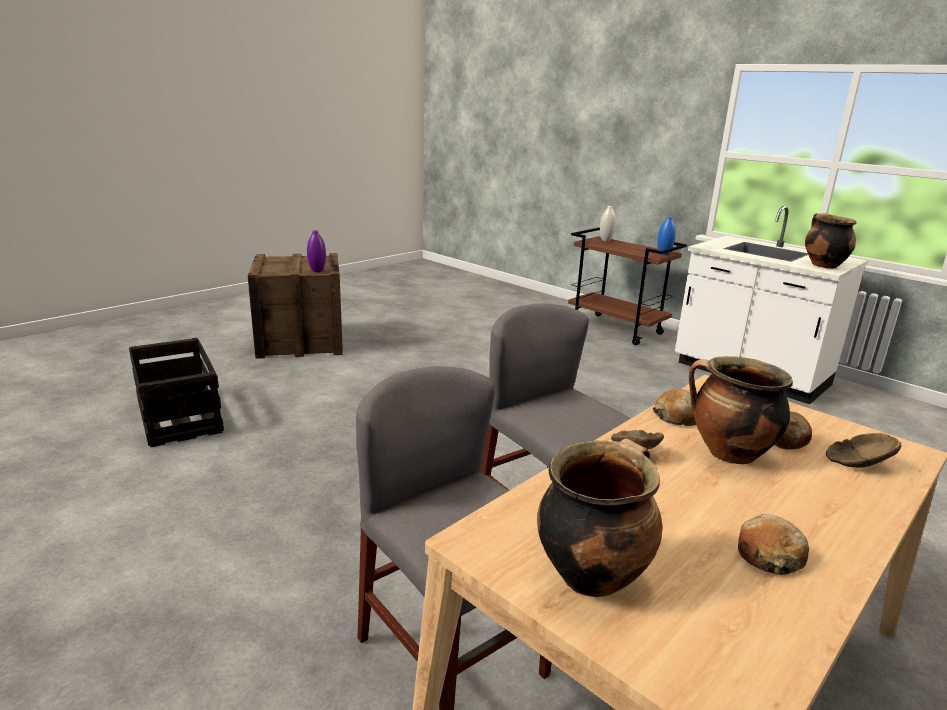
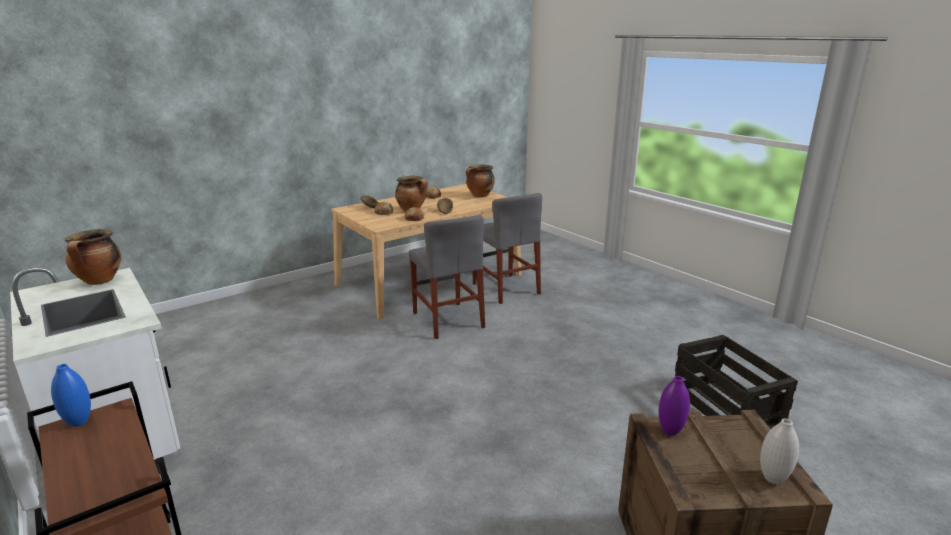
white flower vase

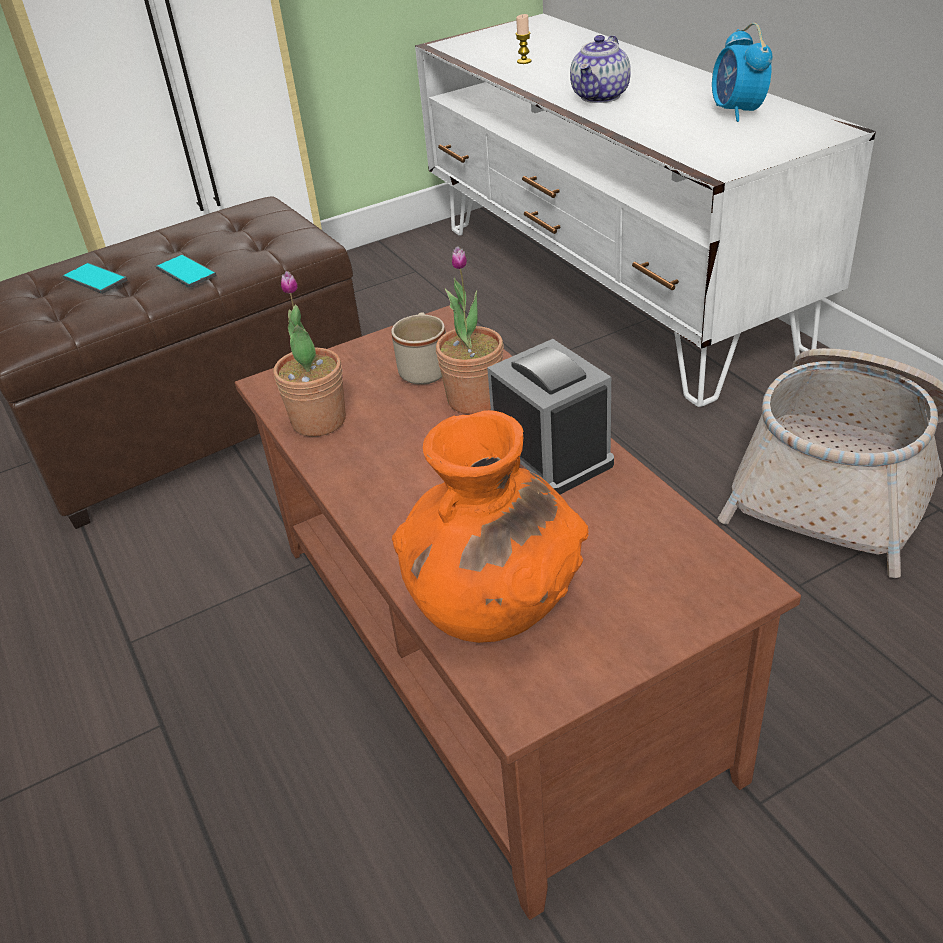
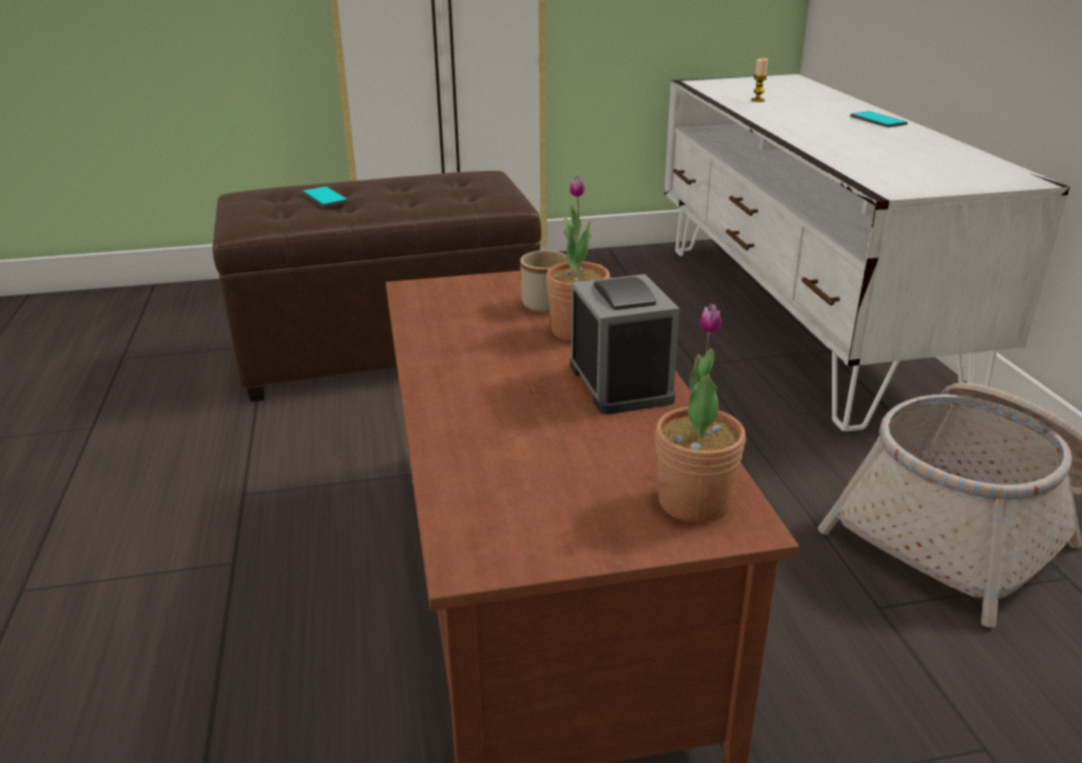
bedside clock (2nd from left in the first image); teapot; handset (2nd from left); potted plant (2nd from left); orange flower vase

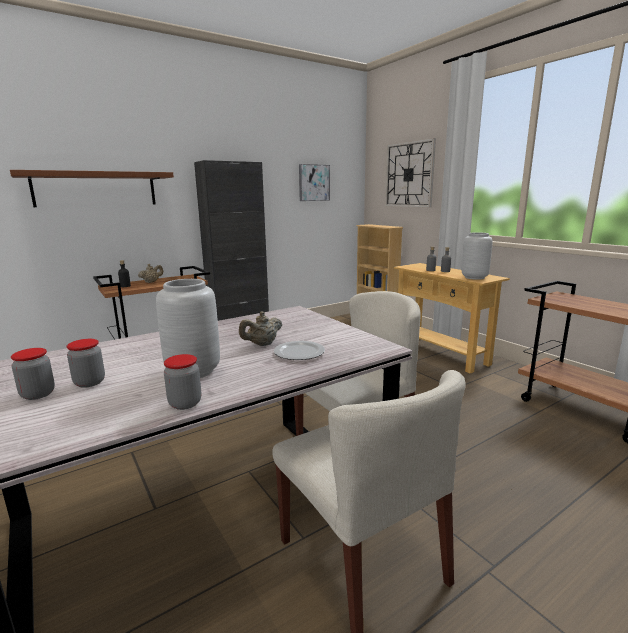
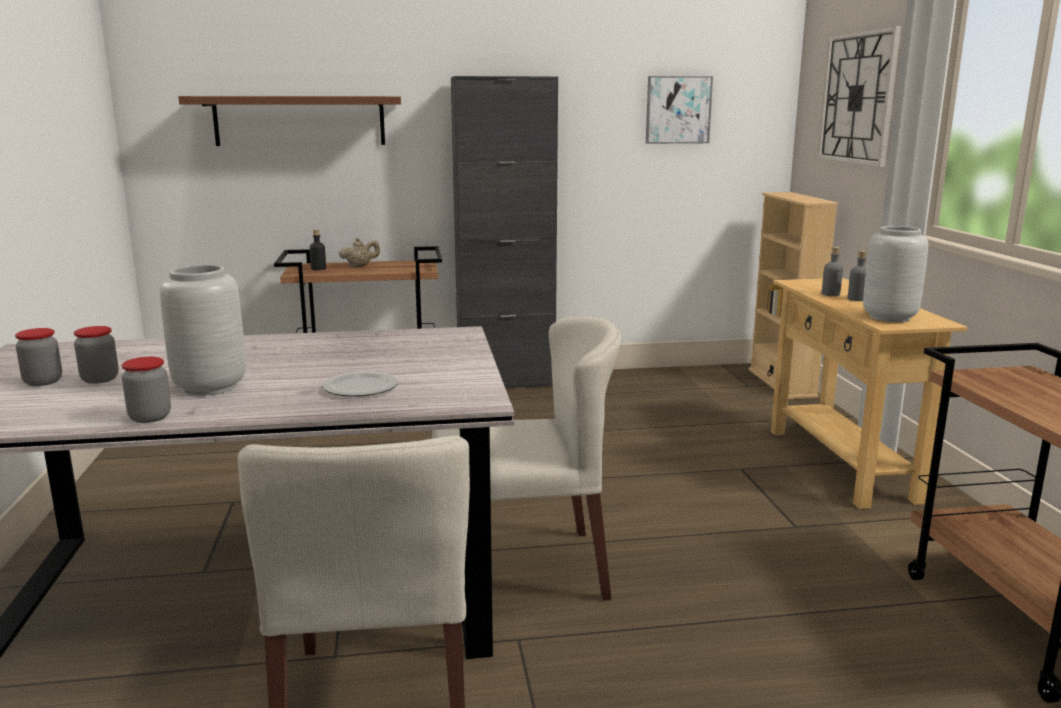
beige-coloured teapot (2nd from left in the first image)

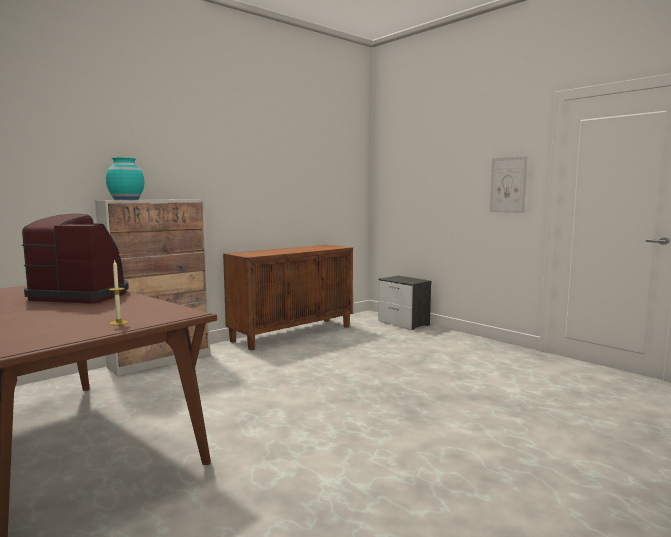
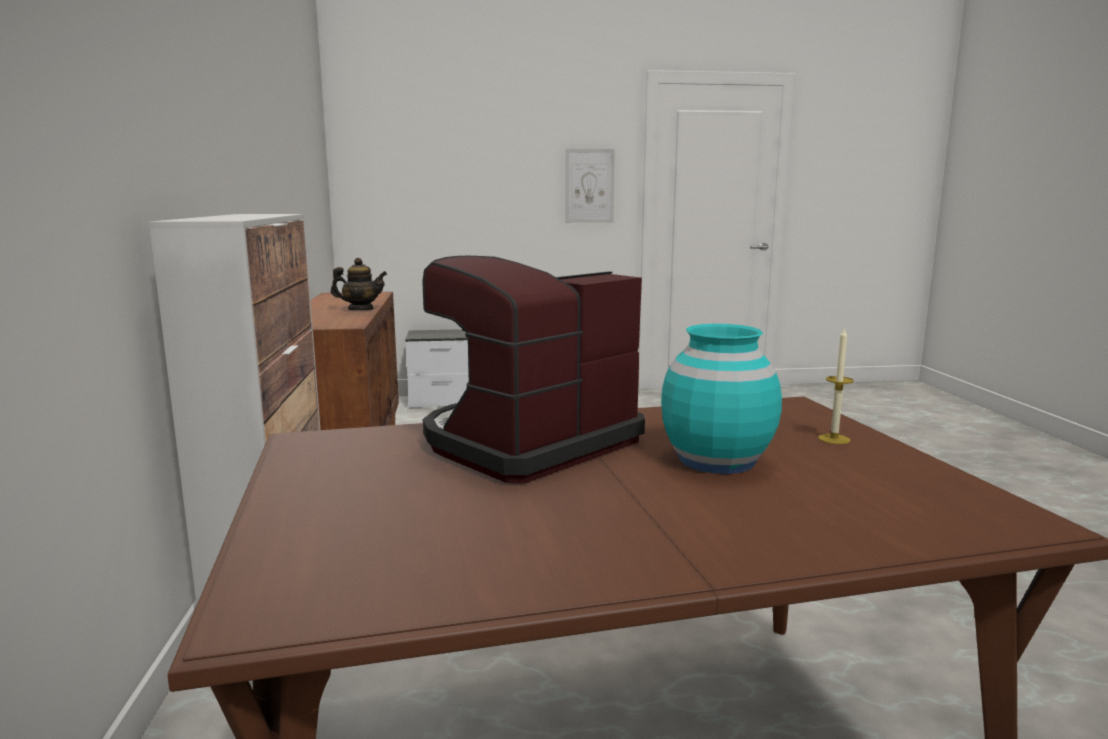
turquoise-coloured flower vase; teapot

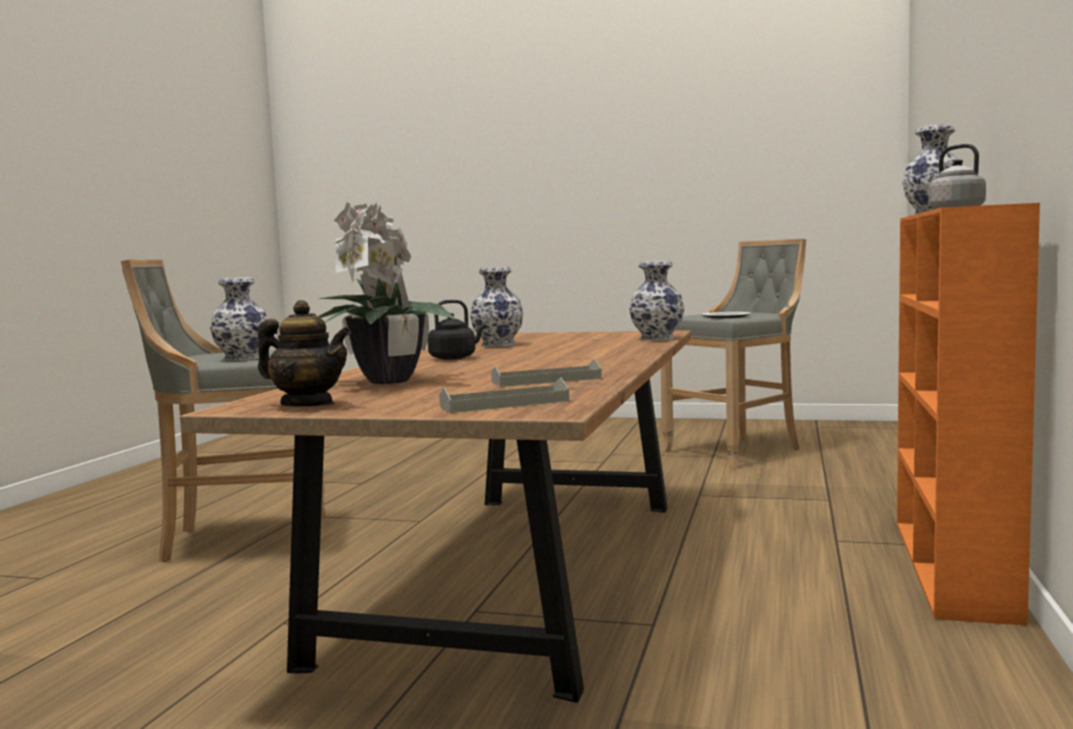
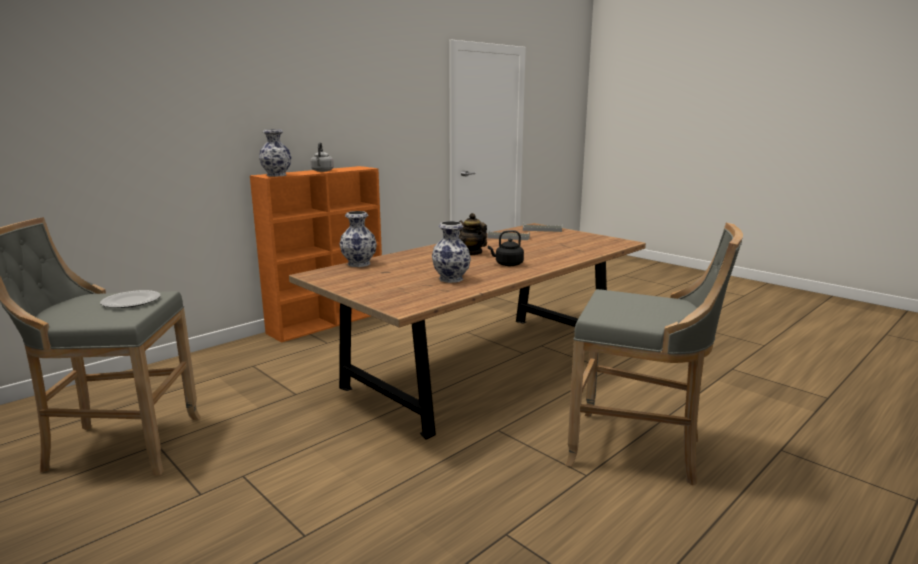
potted plant; flower vase (1st from left in the first image); teapot

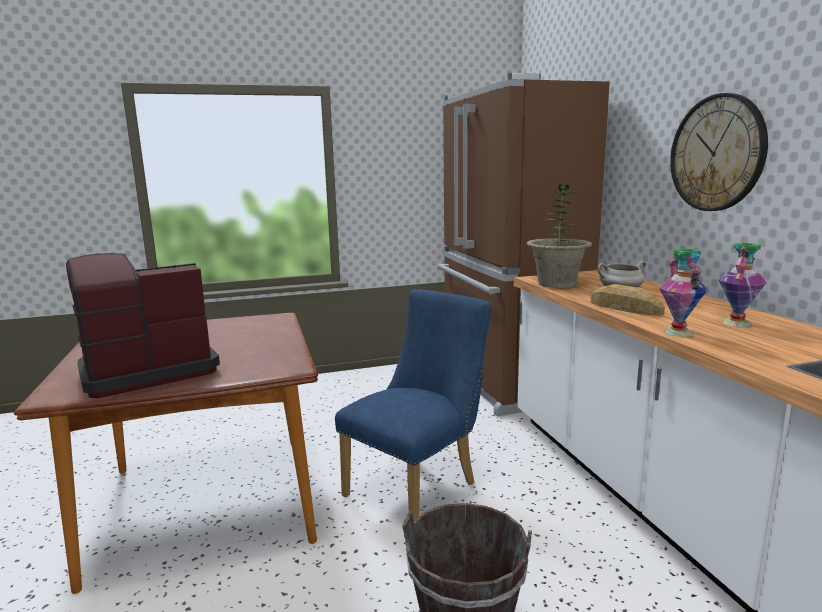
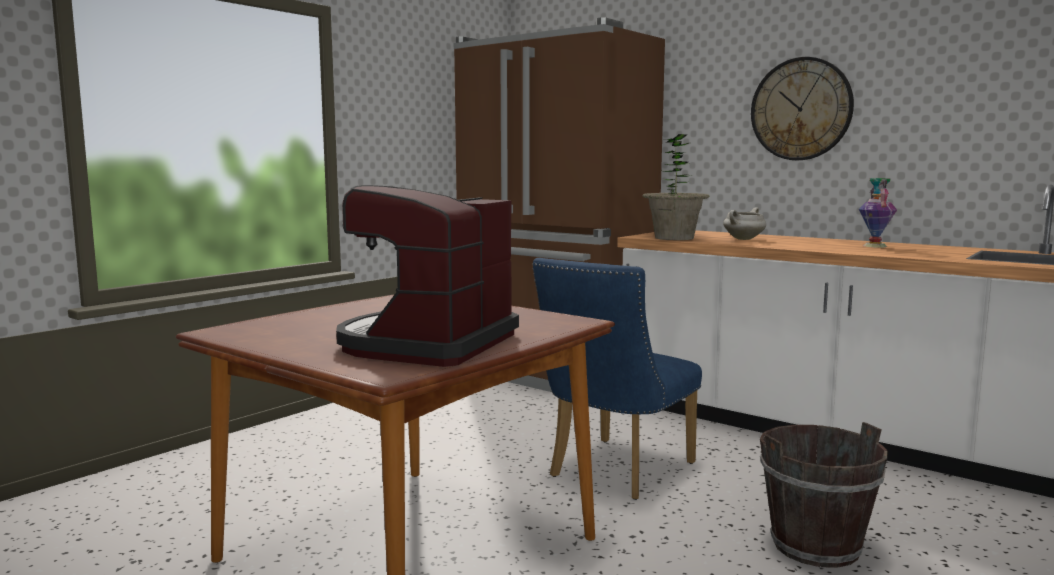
flower vase (1st from left in the first image); bakery bread; bluish chair

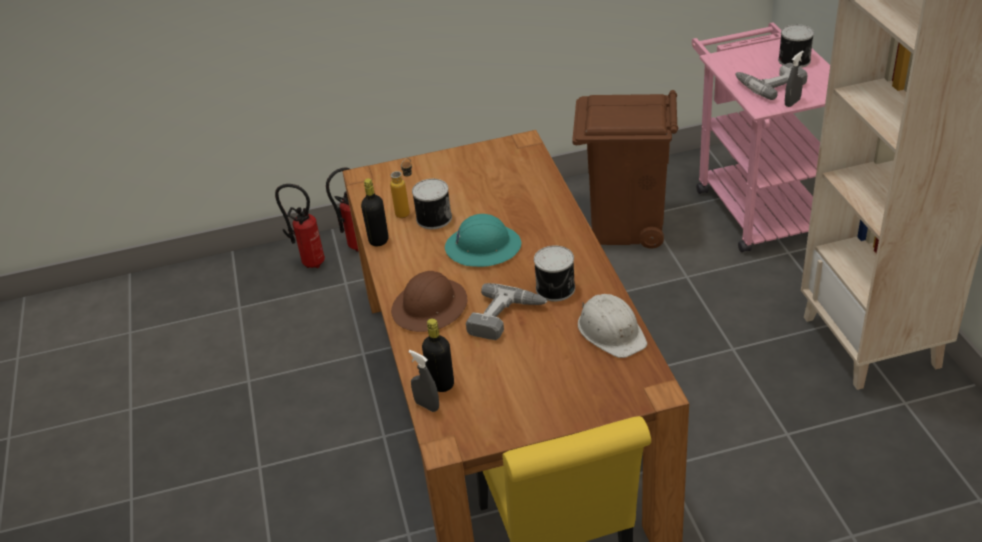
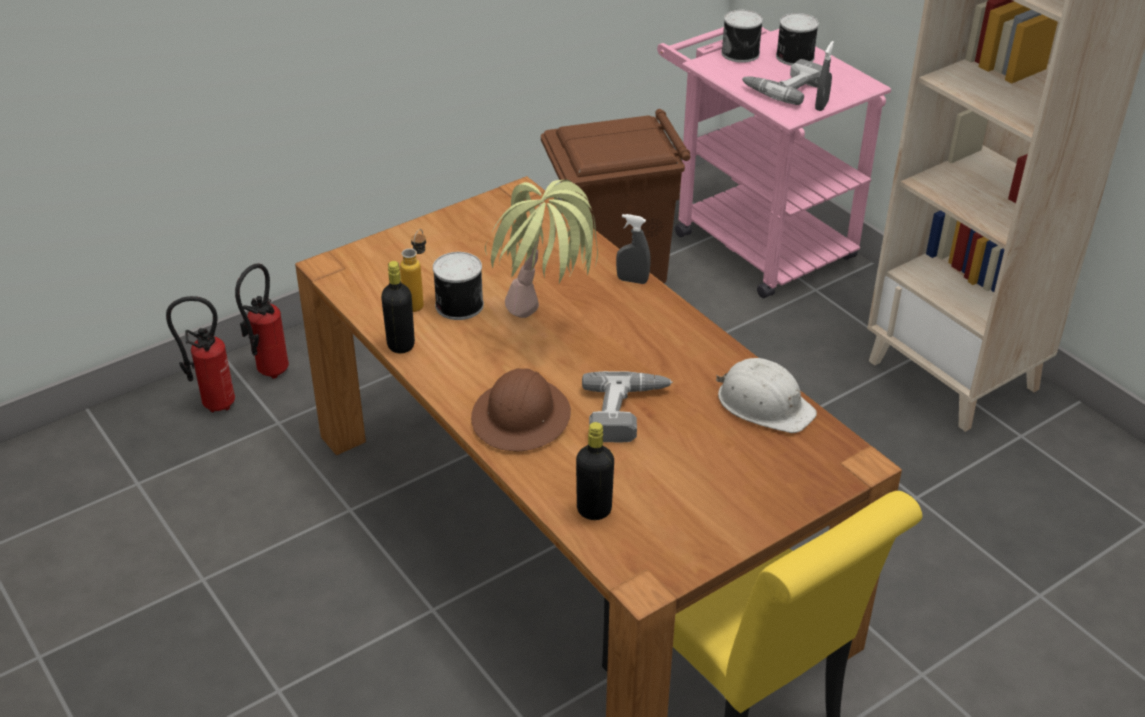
potted plant; sealed can (2nd from left); gray hand sprayer (1st from left)

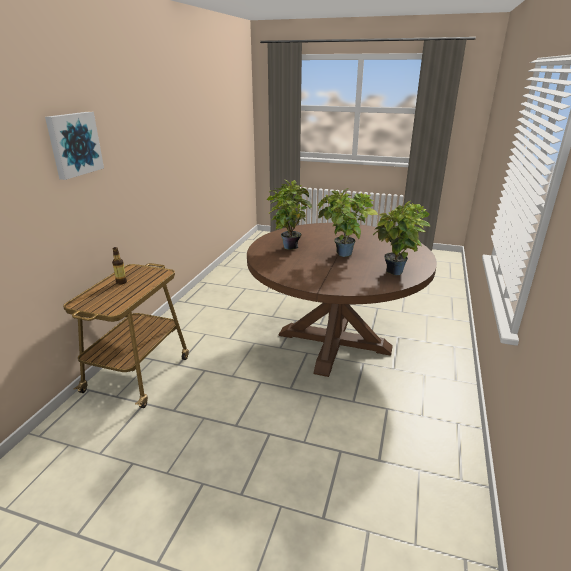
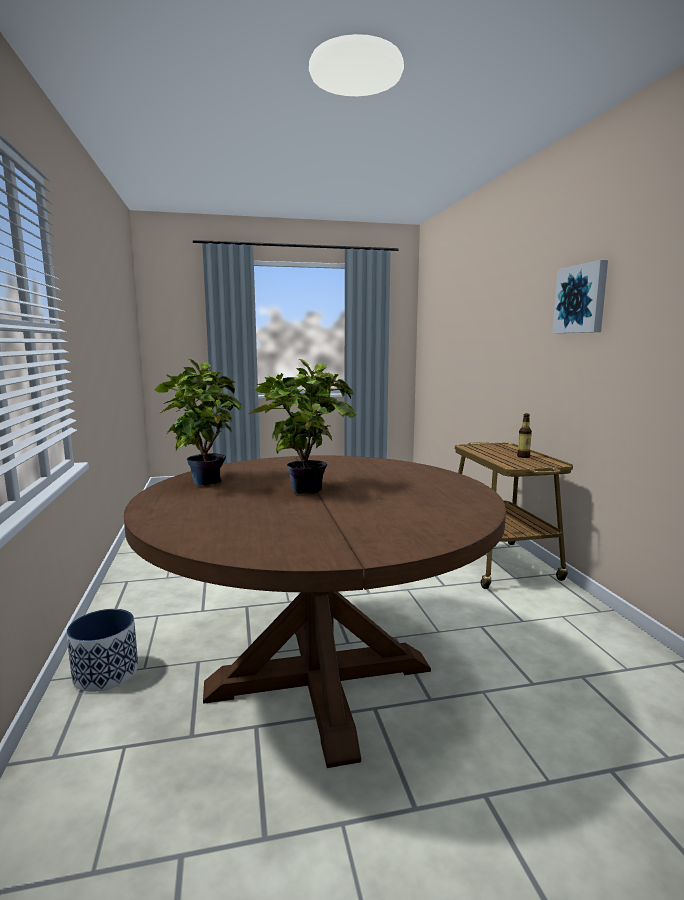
potted plant (1st from left in the first image); planter

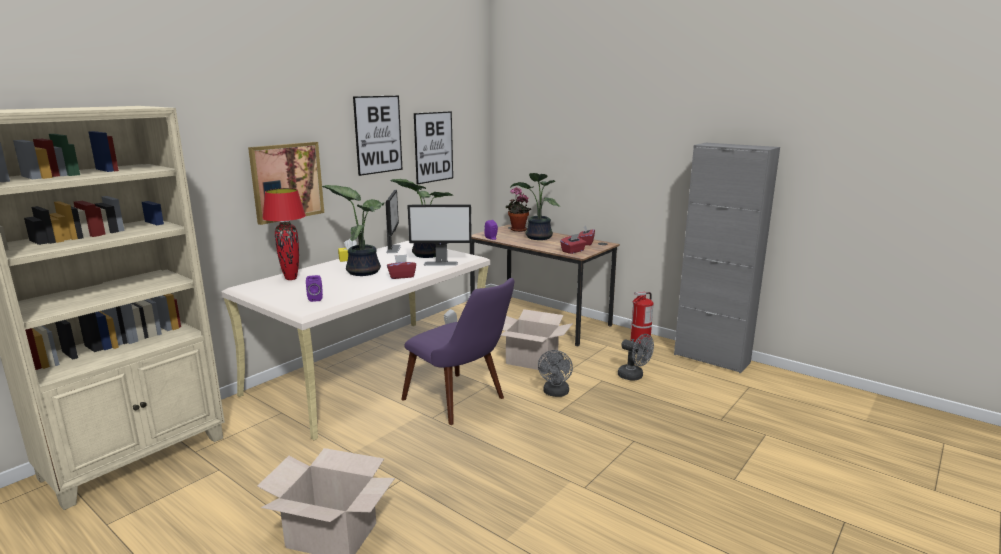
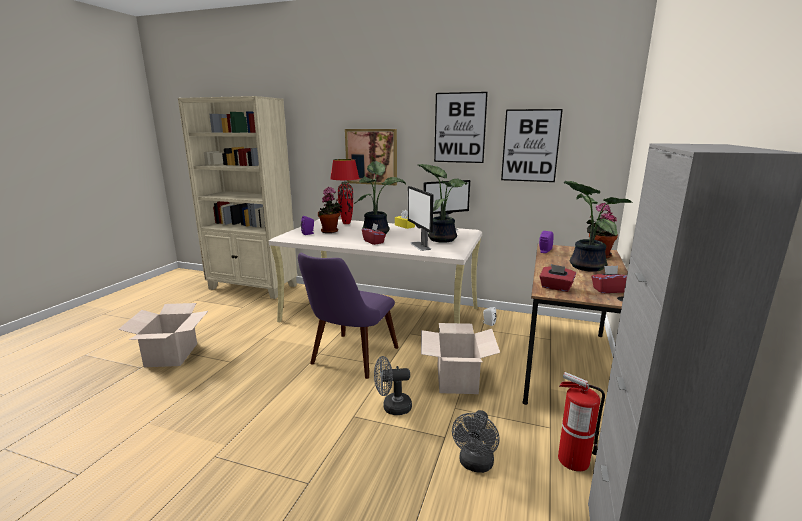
potted plant (1st from left)

